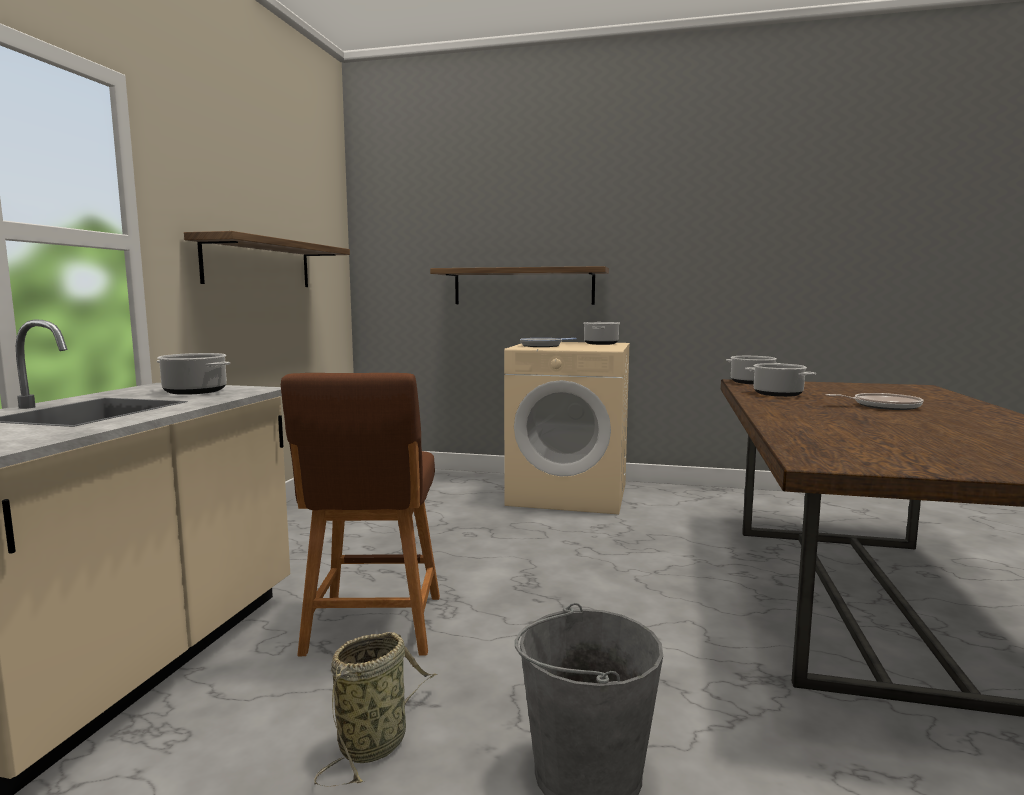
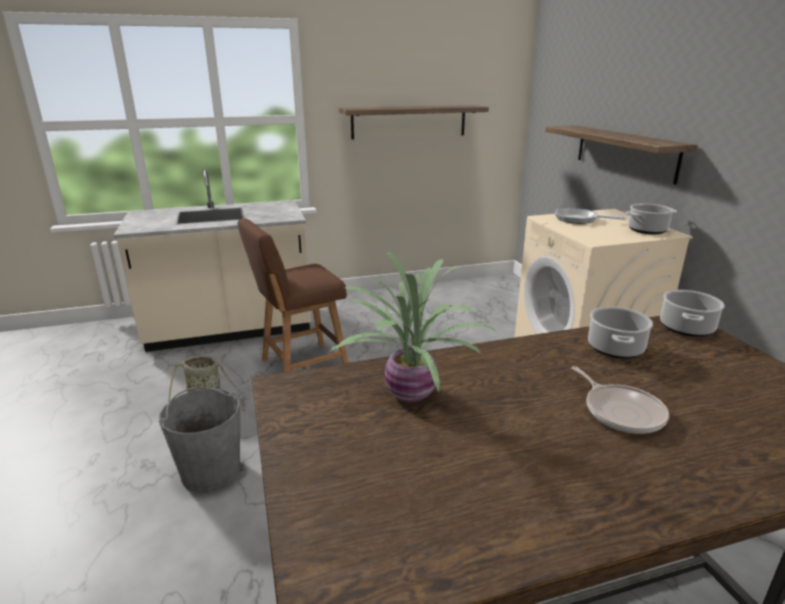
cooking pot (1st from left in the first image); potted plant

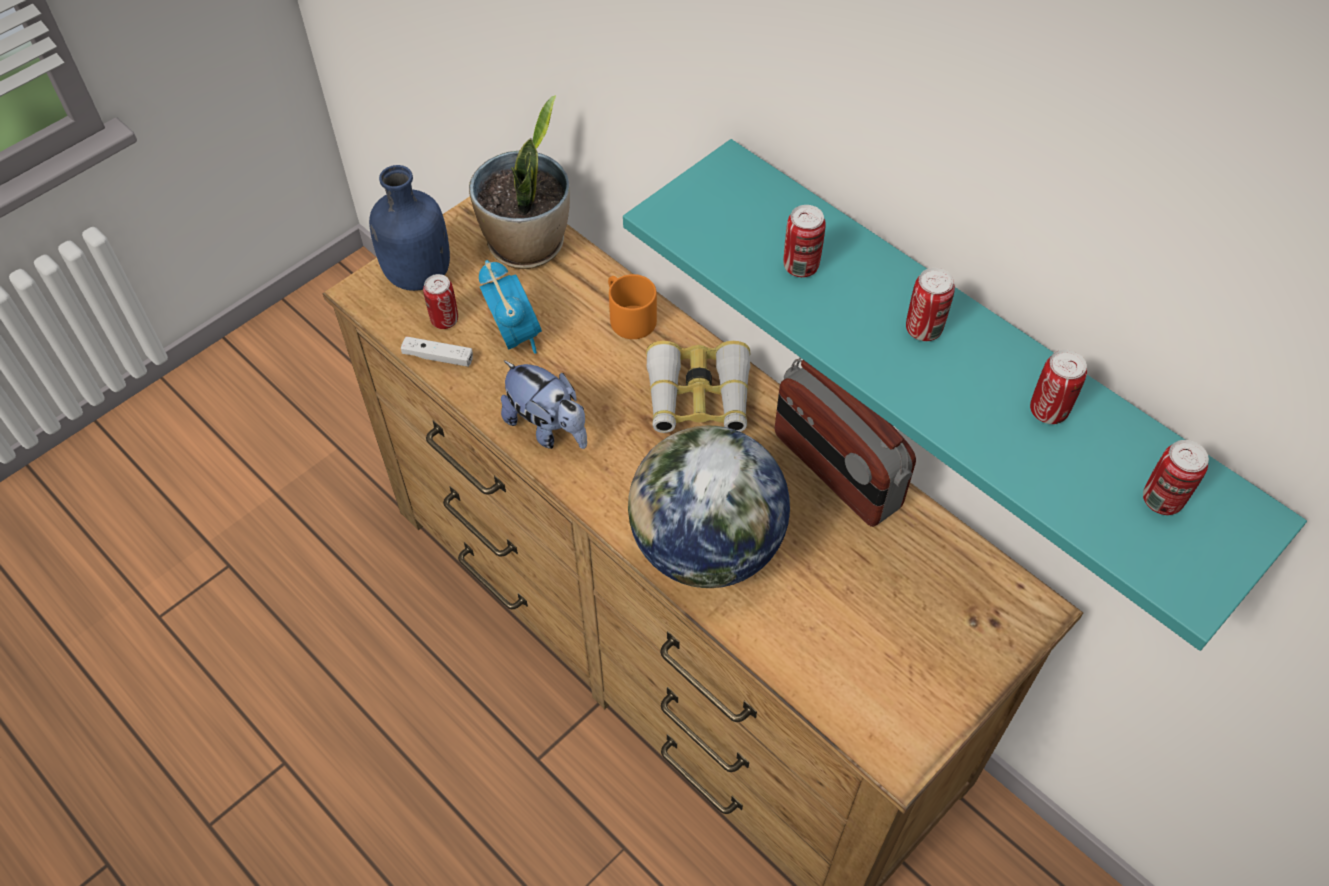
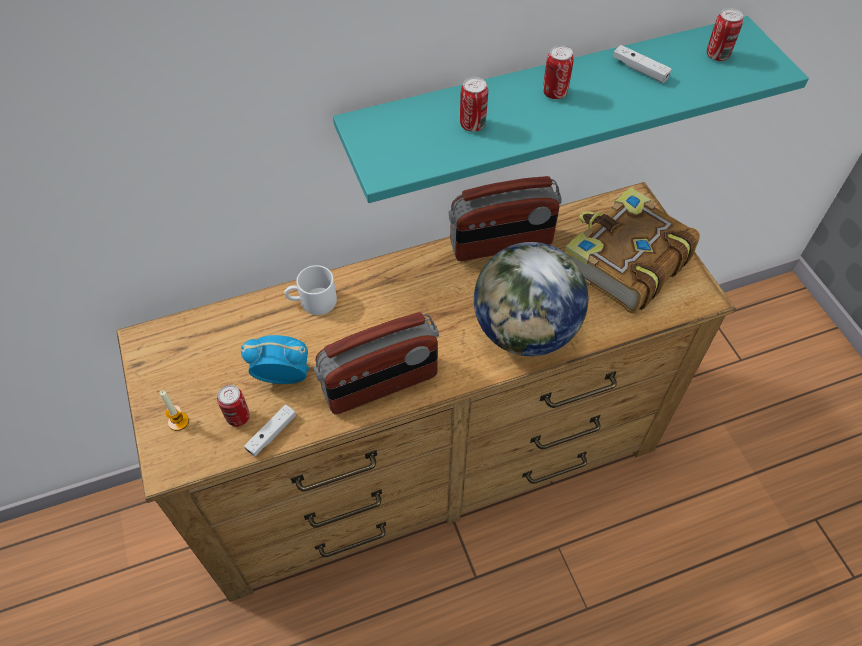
potted plant; candle; white coffee mug; binoculars; white joypad (2nd from left); radio set (1st from left); volume

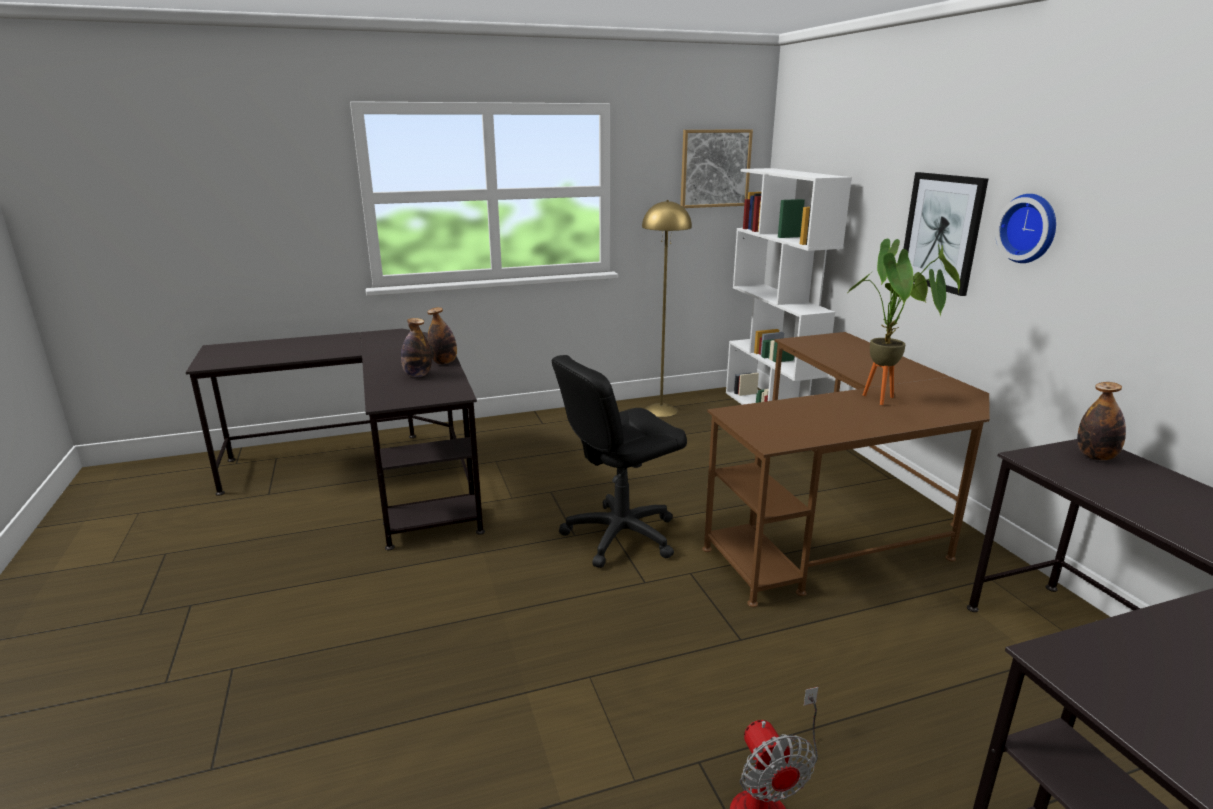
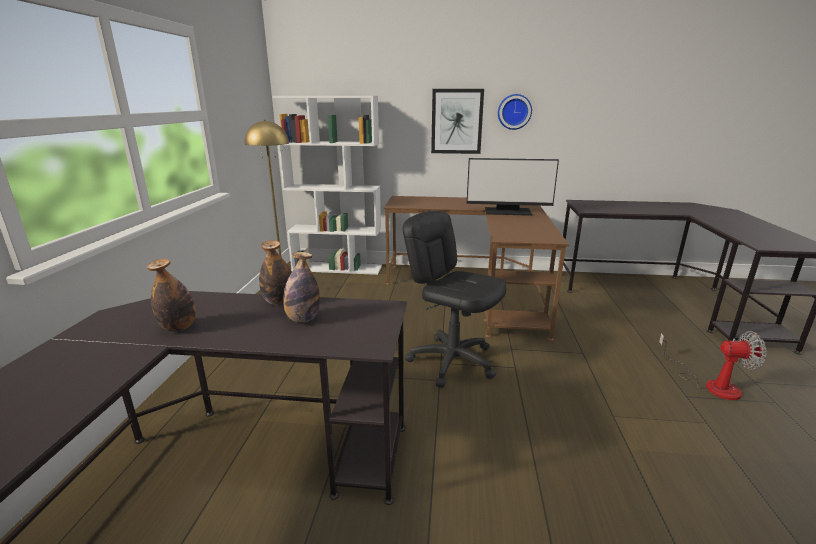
picture (1st from left in the first image); monitor; blackish computer chair; drink bottle (1st from left)

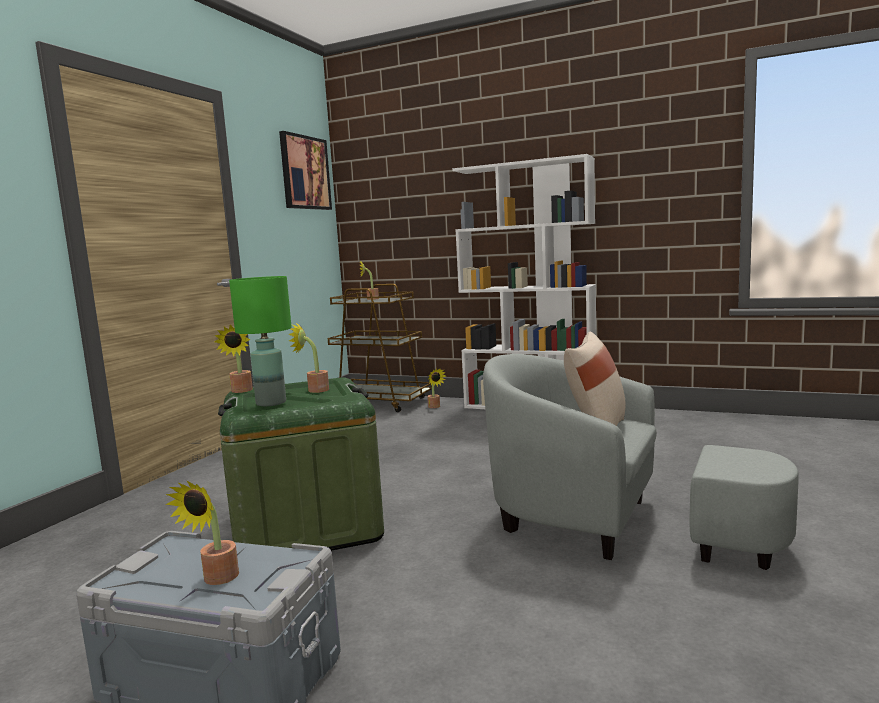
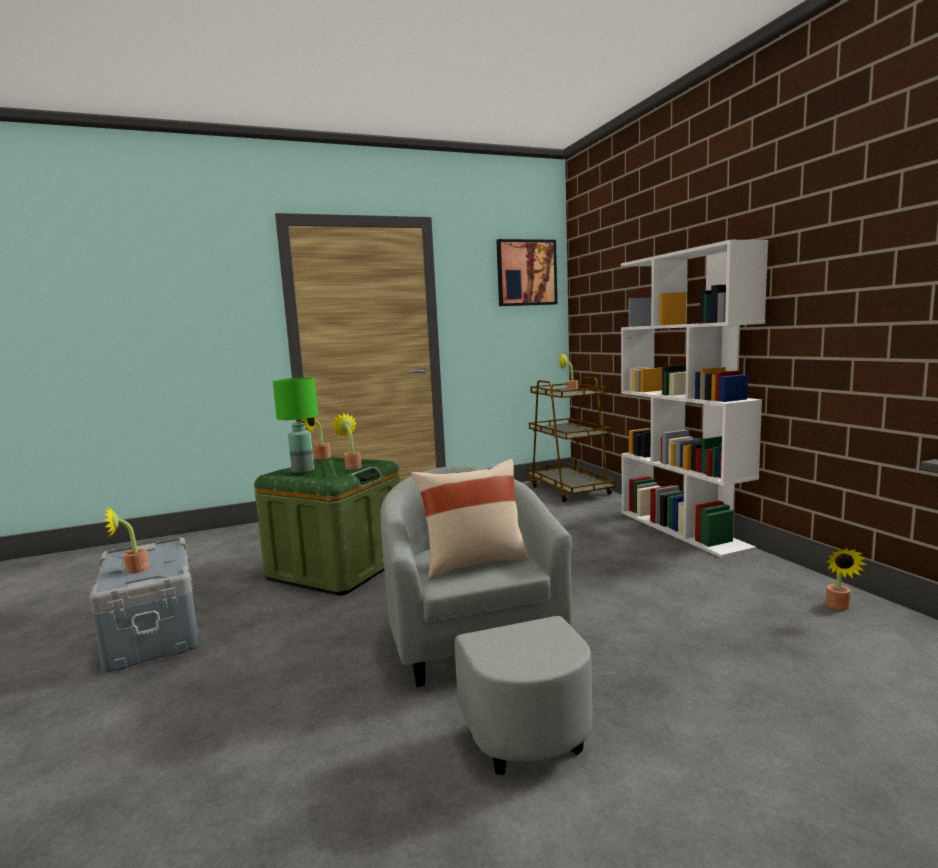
potted plant (5th from left)

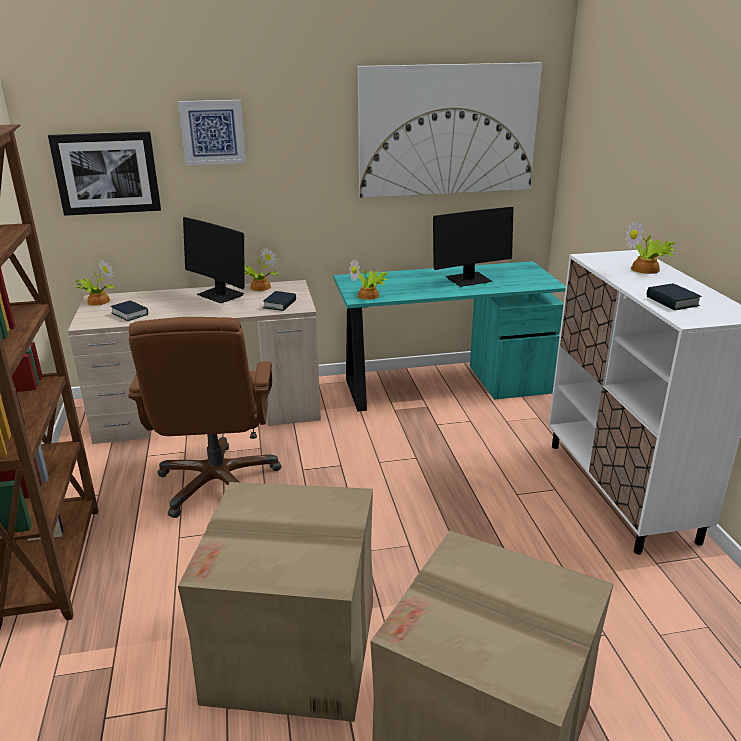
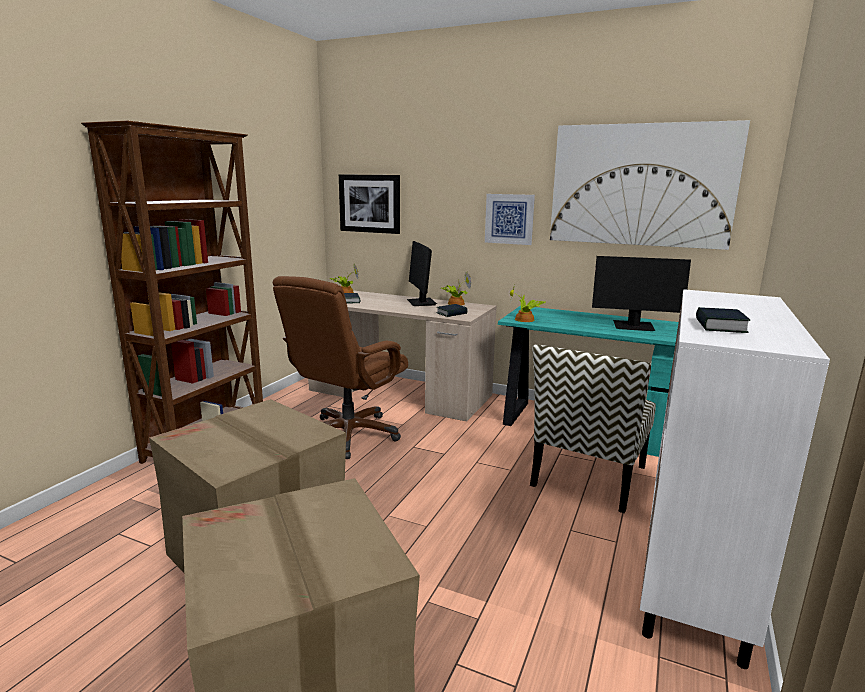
picture (2nd from left); potted plant (4th from left in the first image); chair

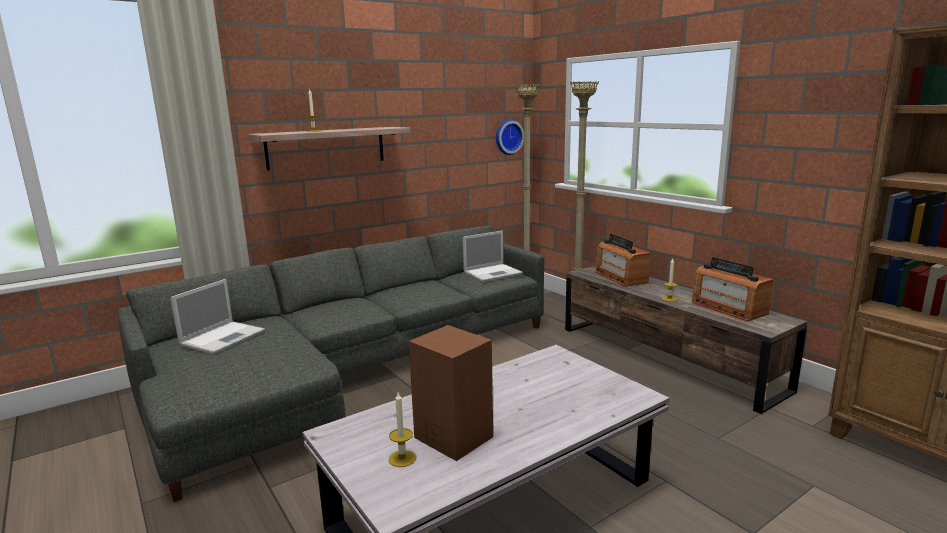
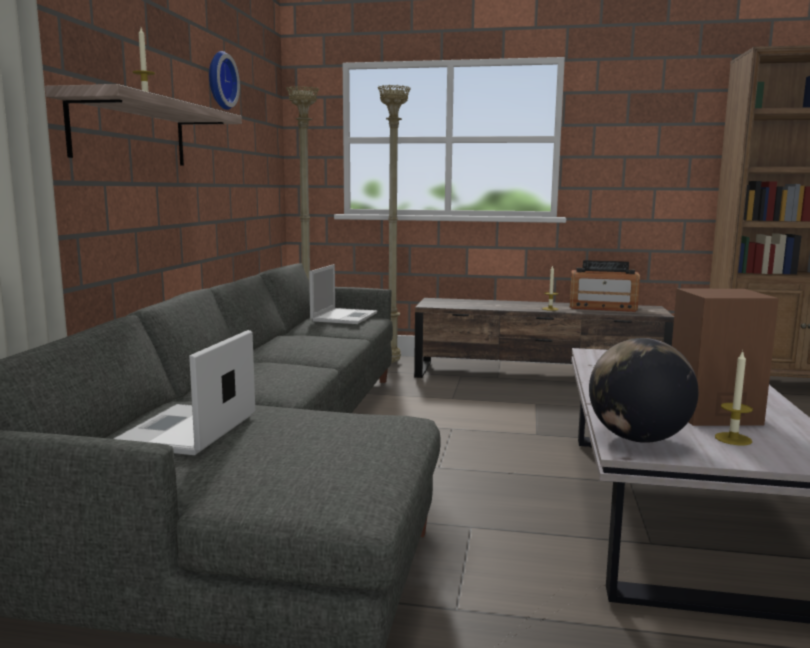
wall clock; radio set (1st from left in the first image); notebook computer (1st from left); globe

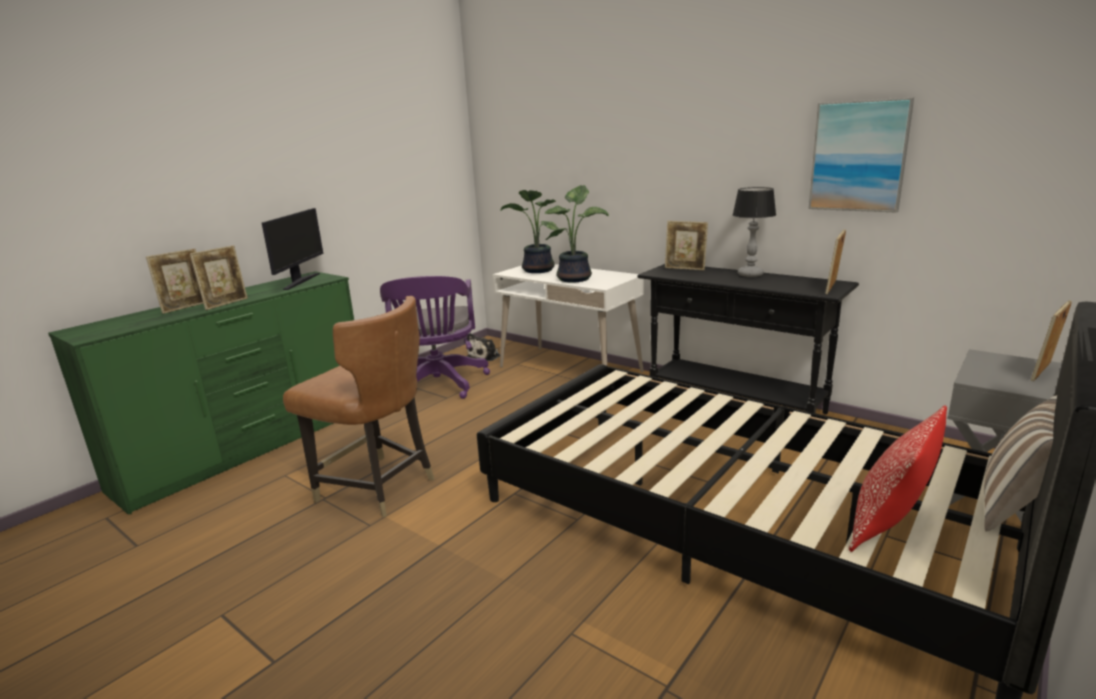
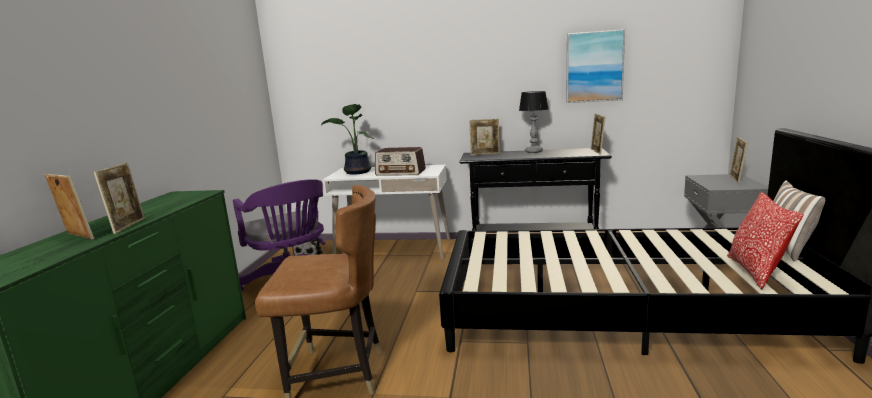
radio set; monitor; picture frame (1st from left)

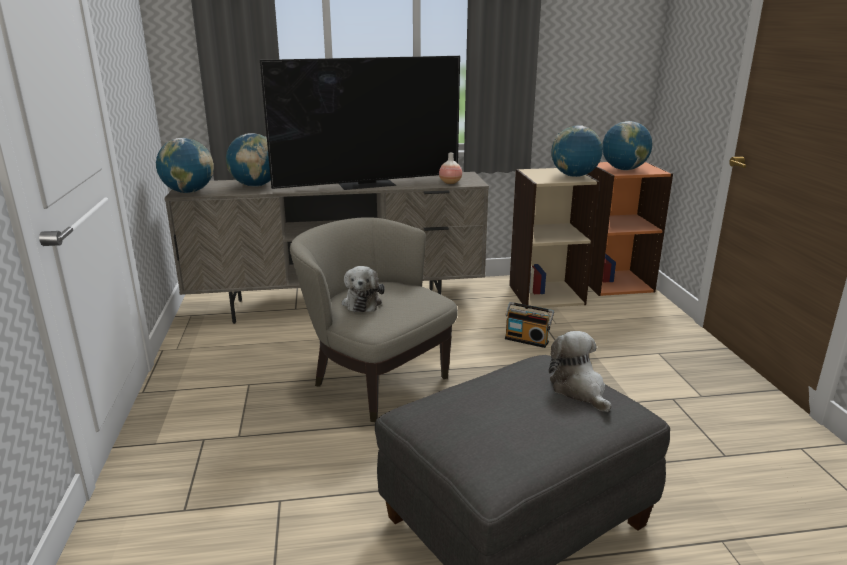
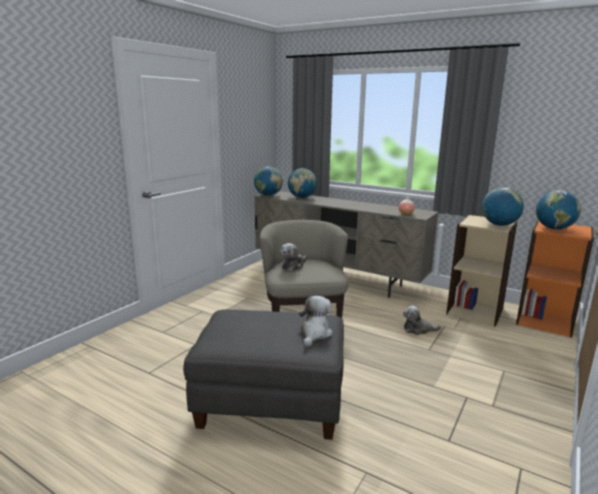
television; cuddly toy (3rd from left)

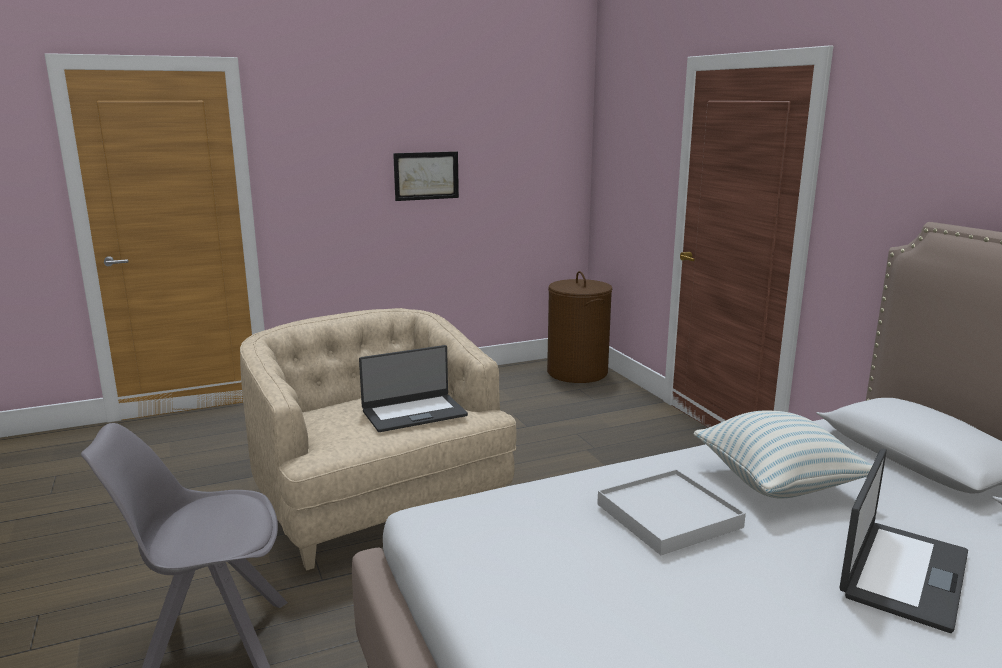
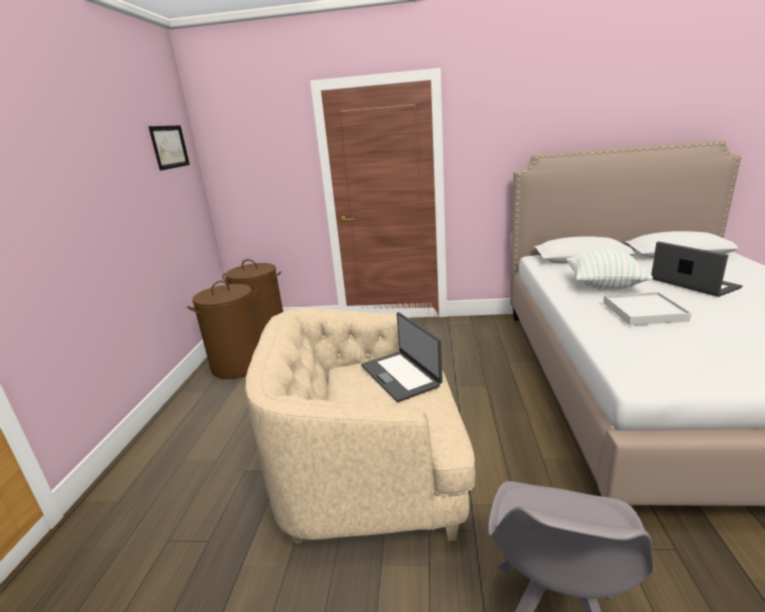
picture; notebook computer (1st from left); brownish washing basket (1st from left)

